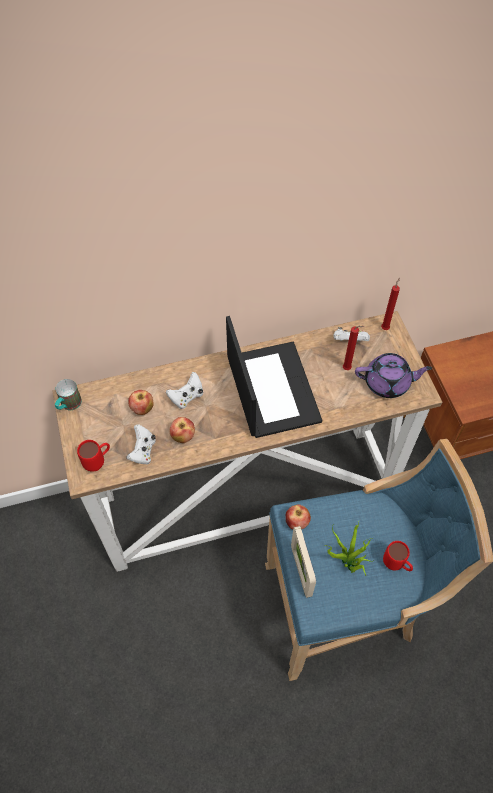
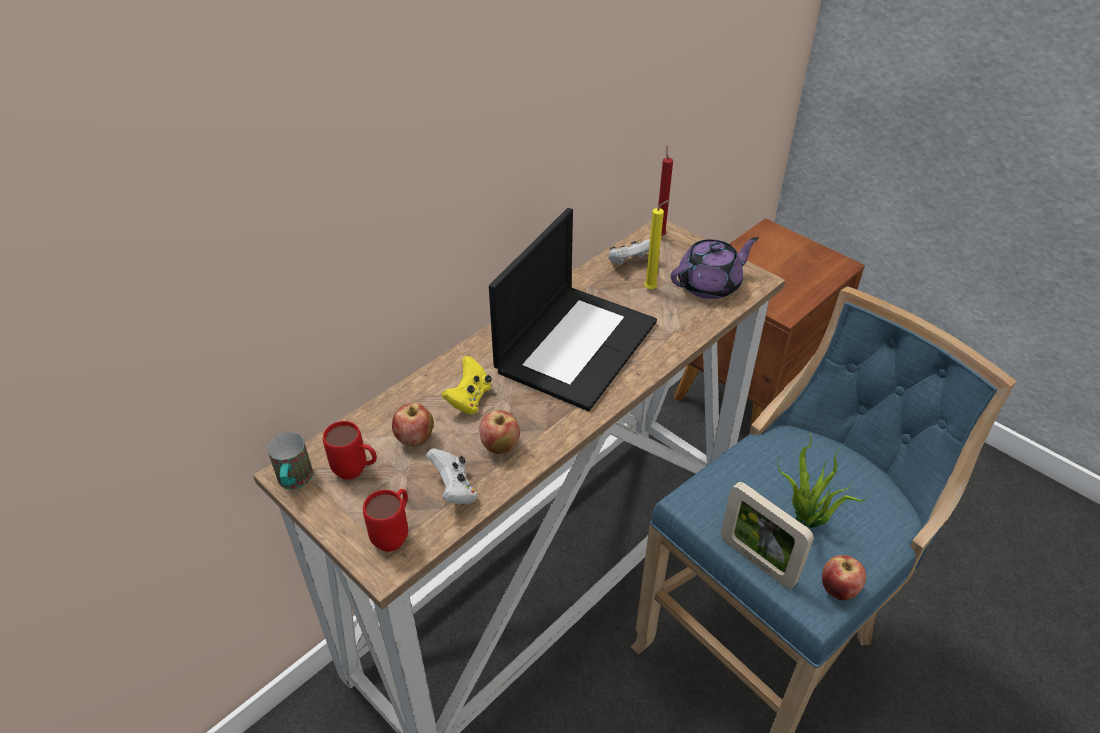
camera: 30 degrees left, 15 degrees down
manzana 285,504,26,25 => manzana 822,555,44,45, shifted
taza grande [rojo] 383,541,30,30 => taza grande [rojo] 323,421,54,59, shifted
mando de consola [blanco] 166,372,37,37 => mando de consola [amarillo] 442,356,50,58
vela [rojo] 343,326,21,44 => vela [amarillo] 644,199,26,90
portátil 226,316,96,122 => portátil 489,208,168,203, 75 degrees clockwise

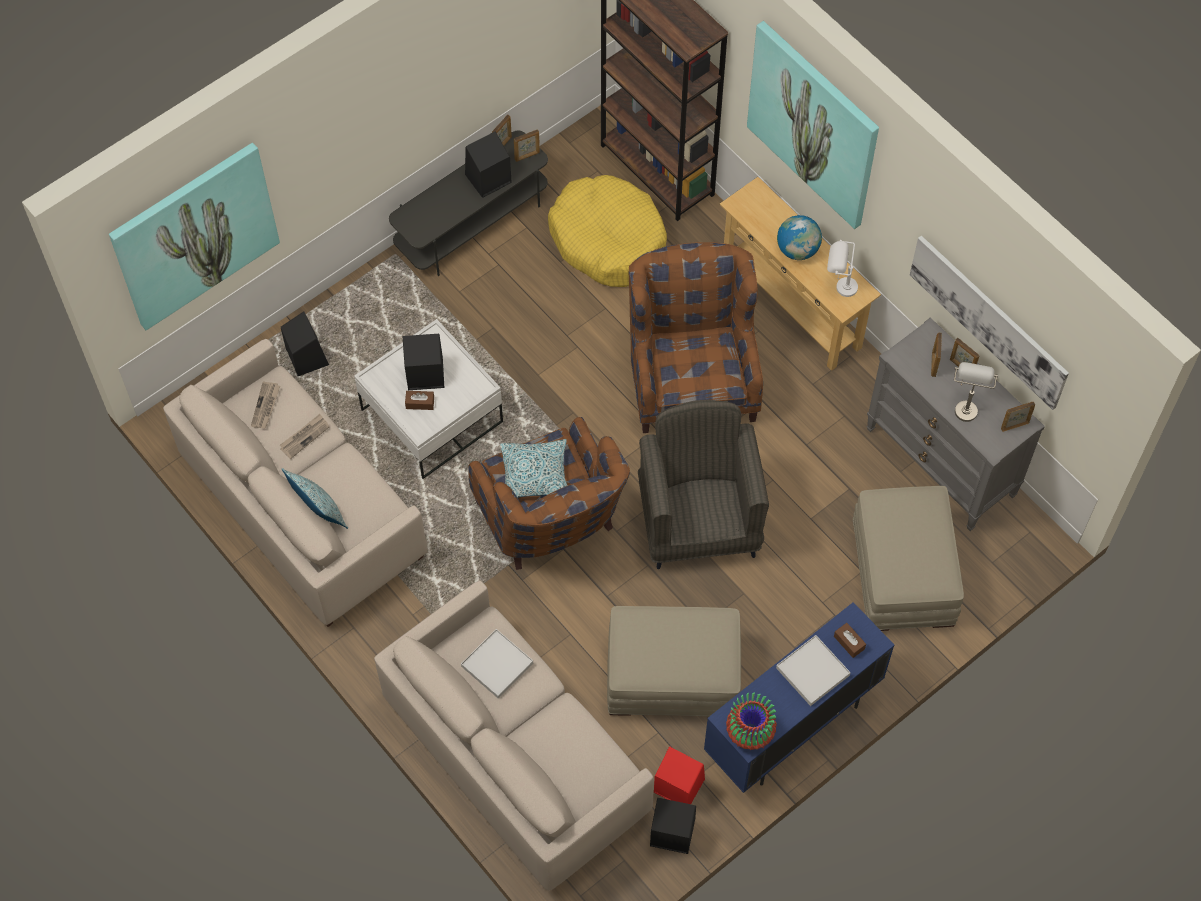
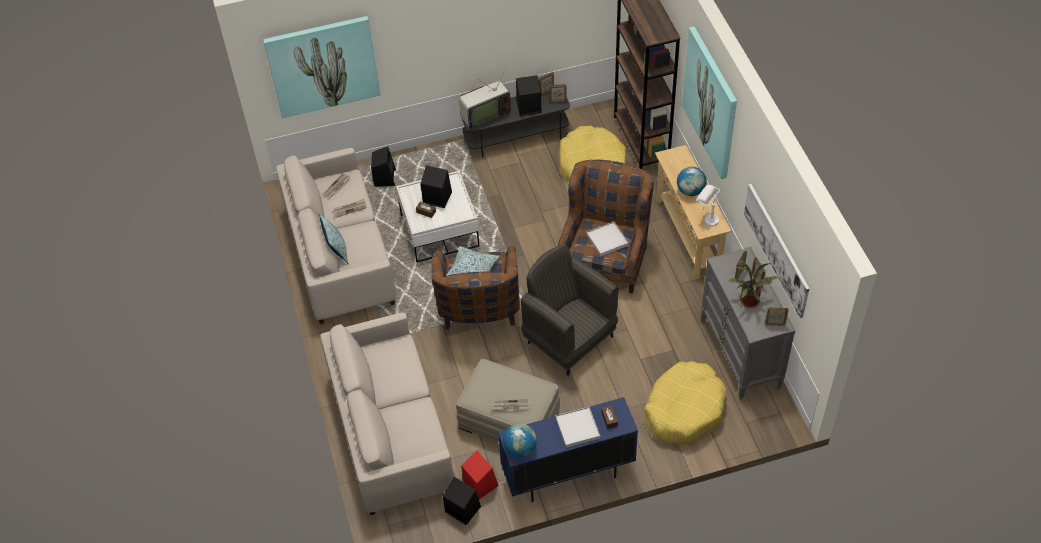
camera: 25 degrees right, 10 degrees down
nothing => televisor 459,68,52,61
nothing => periódico 493,399,38,12
bandeja [blanco] 461,629,72,70 => bandeja [blanco] 587,221,42,35, shifted
florero 726,692,51,58 => globo terráqueo 503,423,34,35
puf [beis] 853,486,111,145 => cama para perro [amarillo] 643,361,84,84
lámpara de mesa [gris] 954,362,44,60 => planta en maceta 728,260,54,48
sillón [gris] 638,400,131,169 => sillón [gris] 521,245,98,131, 60 degrees counterclockwise

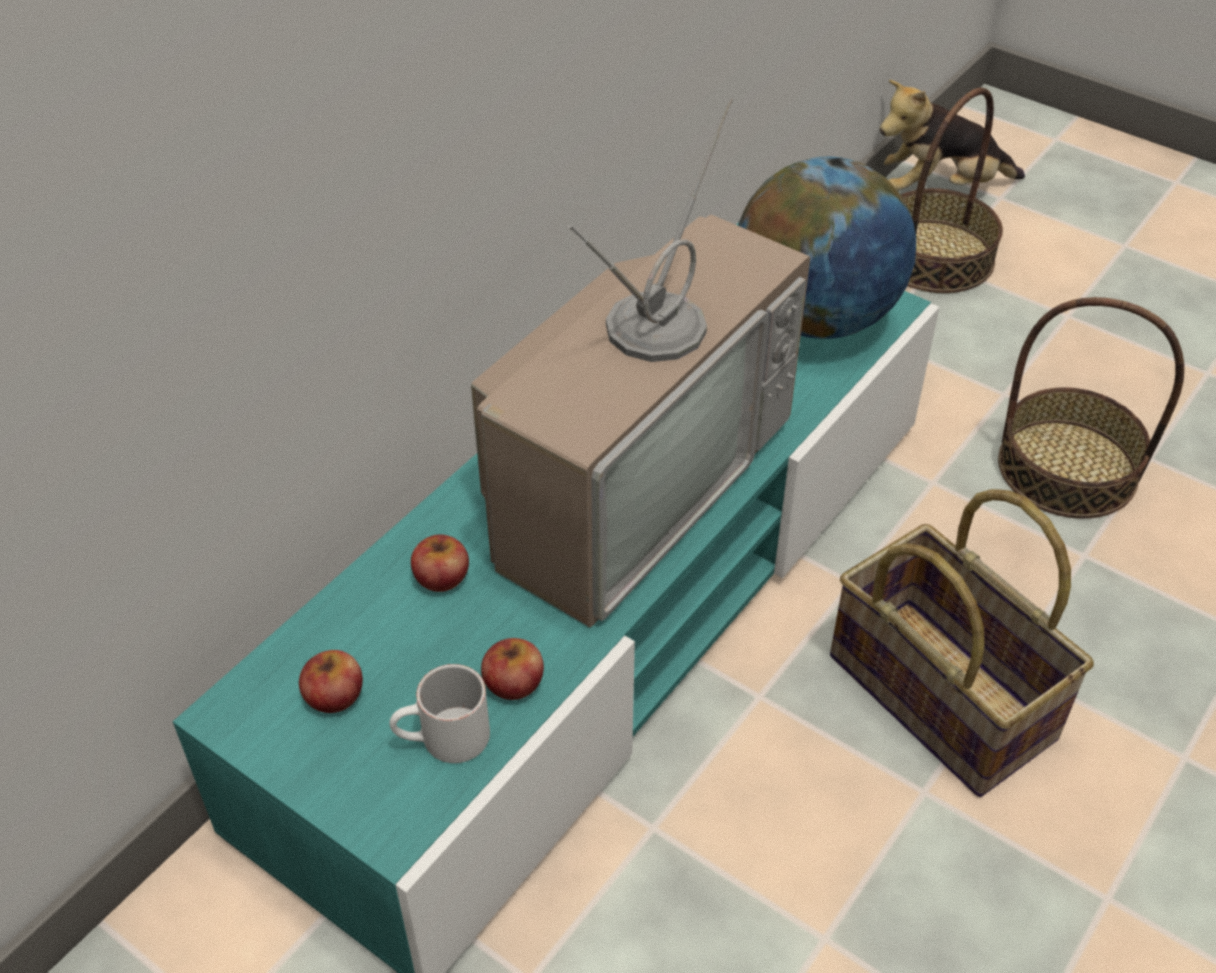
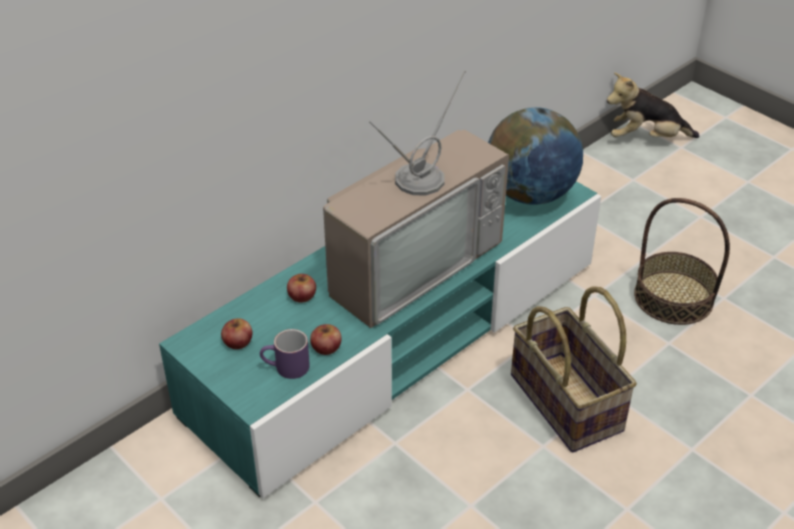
camera: 10 degrees right, 5 degrees down
cesta 901,88,102,205 => nothing
taza grande [blanco] 389,664,101,99 => taza grande [morado] 260,329,50,50

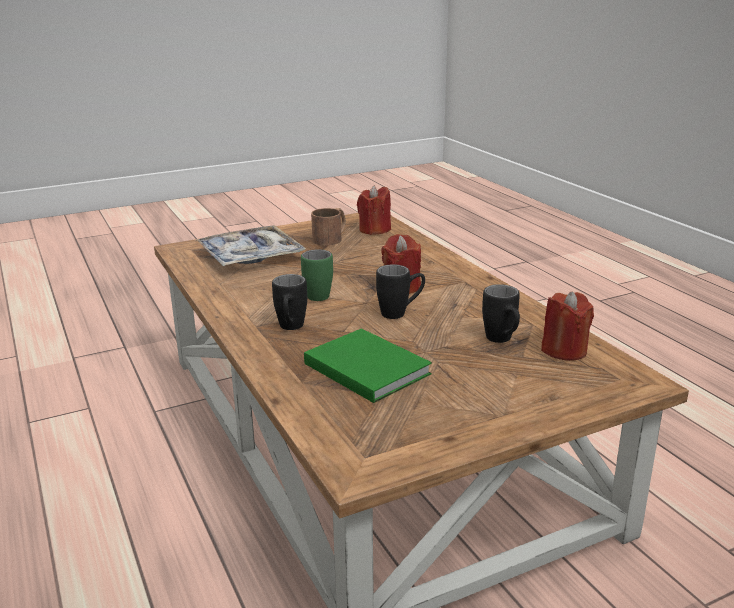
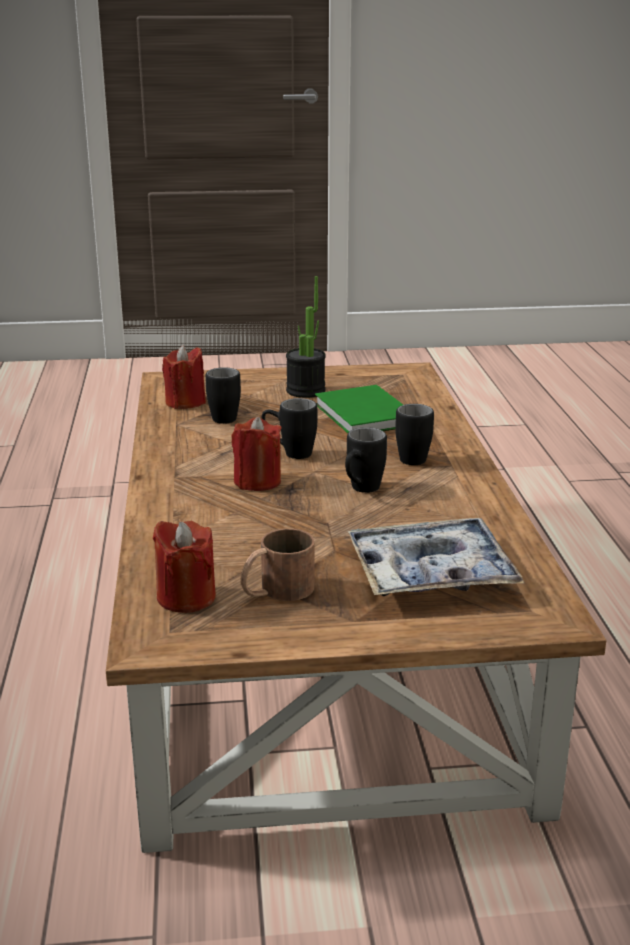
camera: 160 degrees left, 0 degrees up
nothing => planta en maceta 286,276,40,122
taza grande [verde] 301,249,32,52 => taza grande [negro] 345,427,42,66

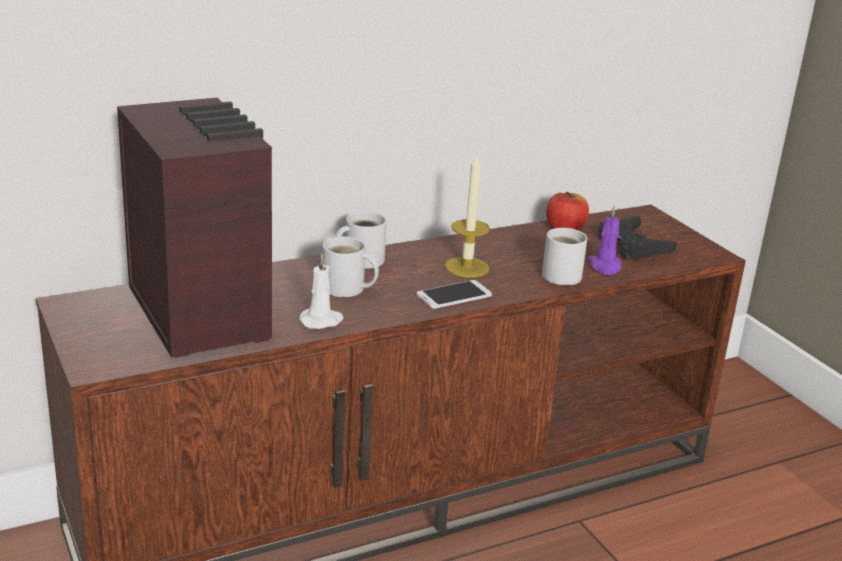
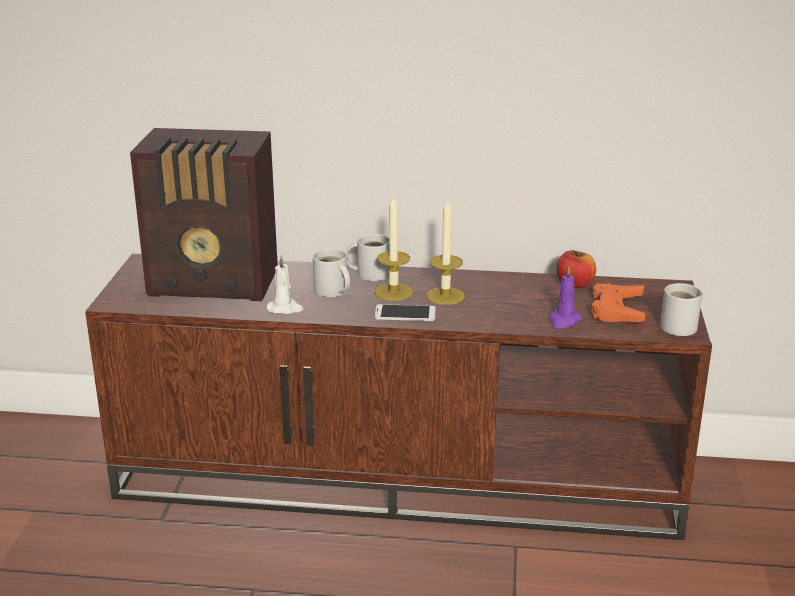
camera: 35 degrees right, 0 degrees up
nothing => vela 374,195,39,106
taza grande [blanco] 542,228,45,57 => taza grande [blanco] 660,283,42,53, shifted
mando de consola [negro] 598,216,79,43 => mando de consola [naranja] 591,283,55,39
radio 117,98,155,260 => radio 130,128,148,173, 90 degrees clockwise

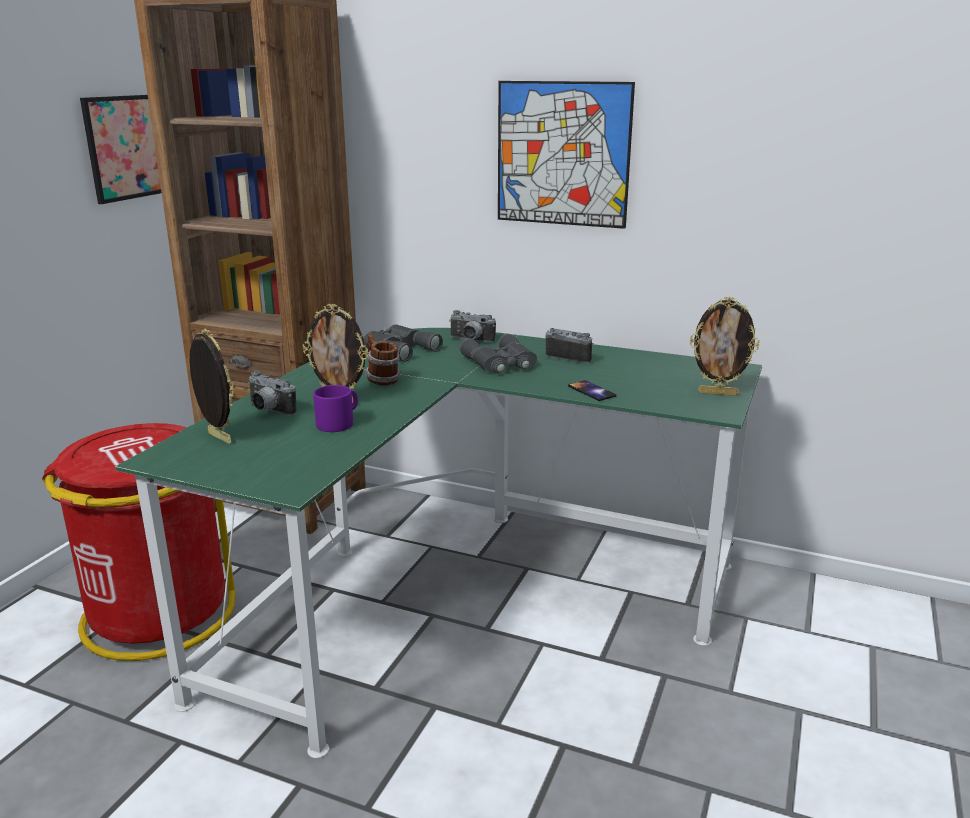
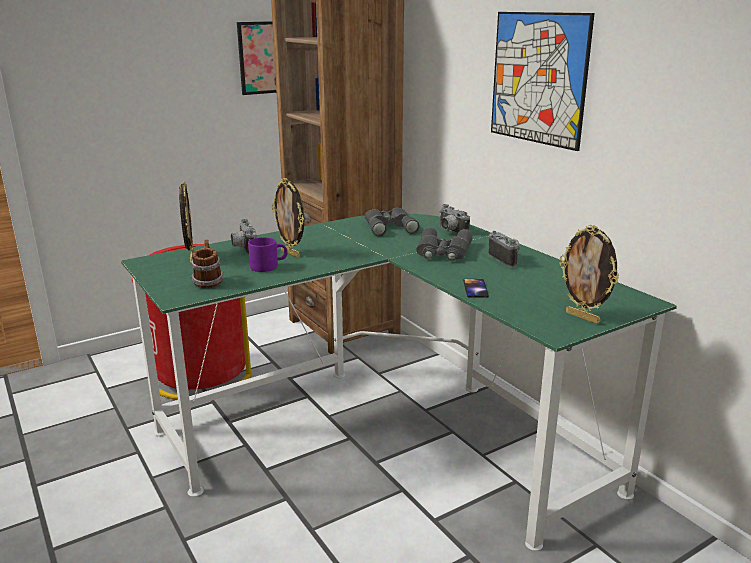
camera: 35 degrees right, 0 degrees up
taza grande 365,333,35,52 => taza grande 190,240,34,48, shifted

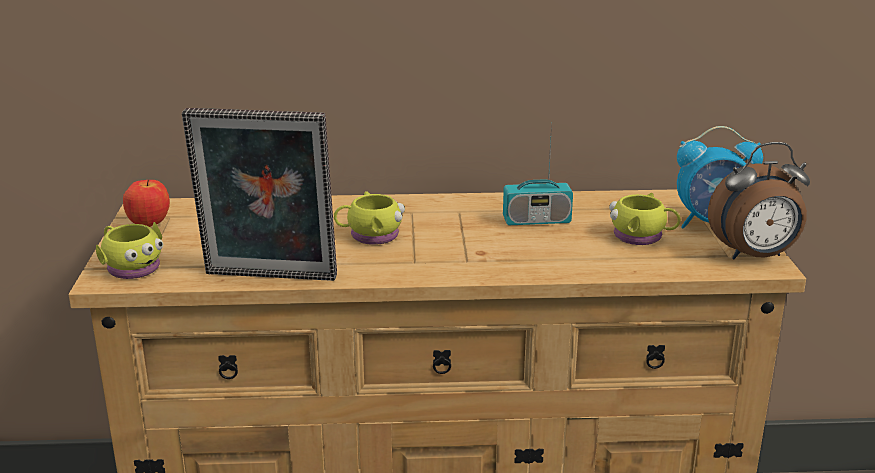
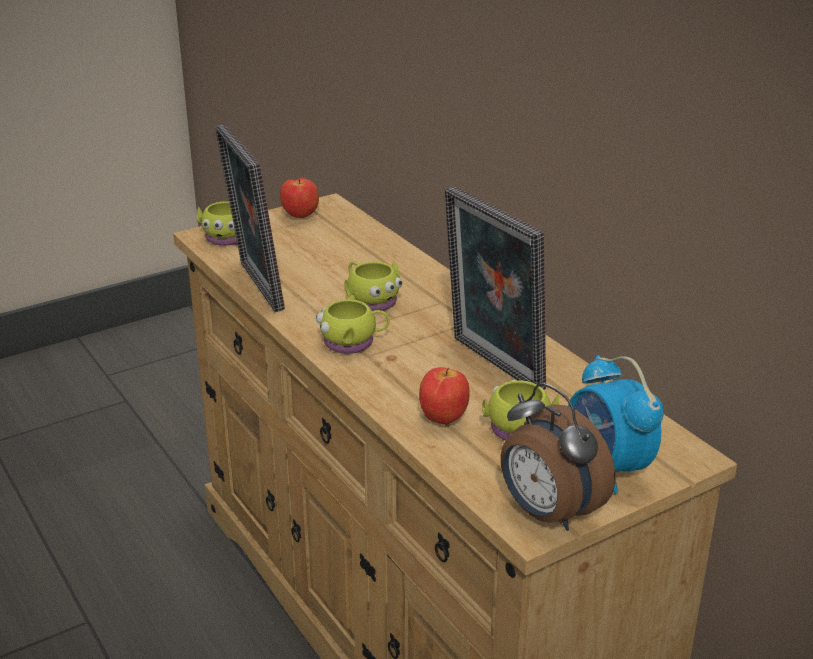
camera: 60 degrees right, 5 degrees up
nothing => taza grande [amarillo] 316,295,74,59
nothing => manzana 419,367,50,58
radio 503,123,70,102 => portarretratos 445,186,101,204

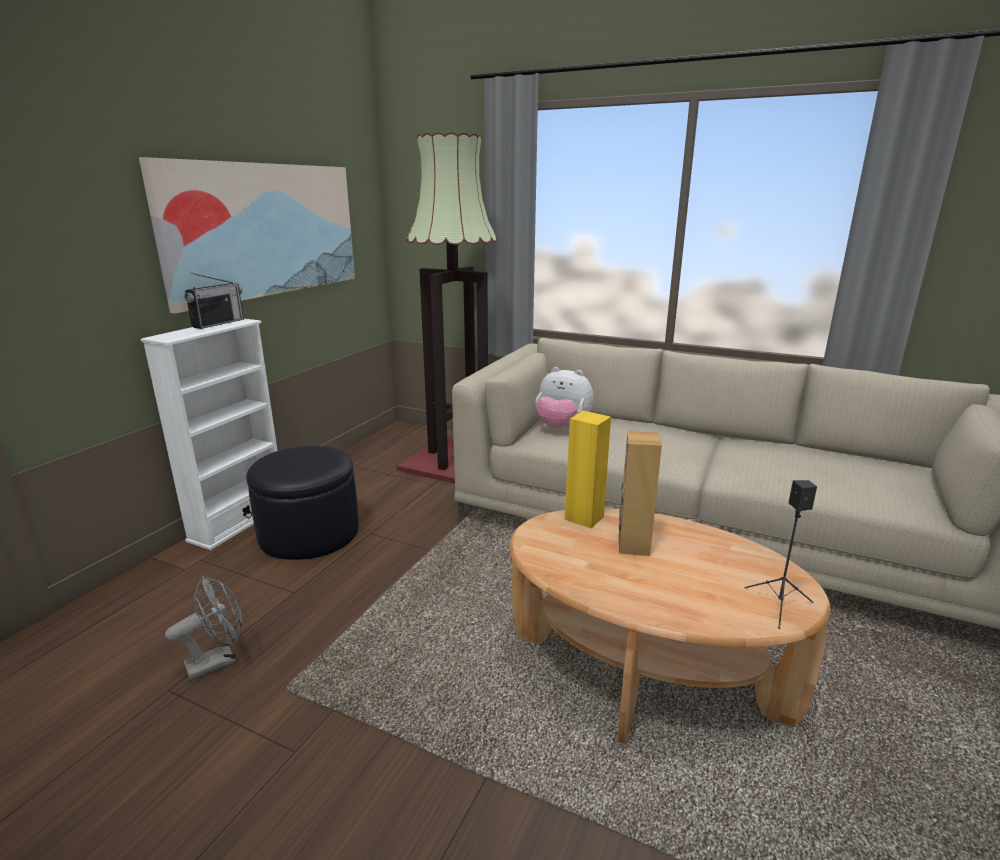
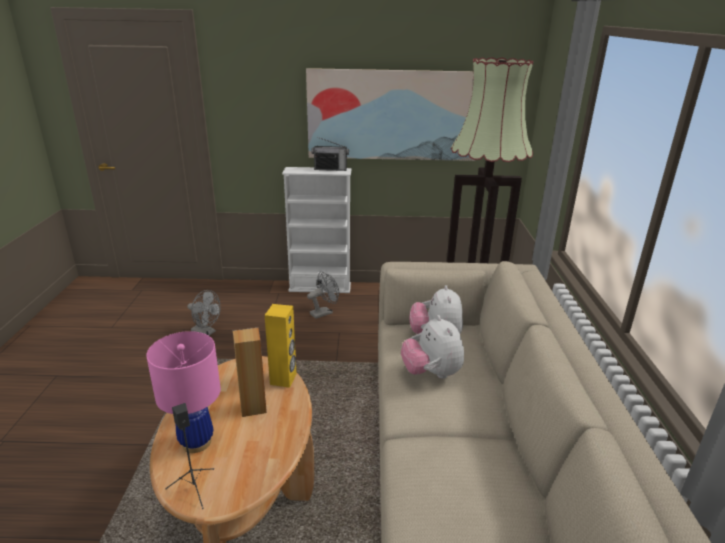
camera: 65 degrees right, 5 degrees up
nothing => lámpara de mesa [rosa] 146,331,75,122
nothing => peluche 401,315,63,64
puf [negro] 246,445,113,115 => ventilador [gris] 307,272,32,47

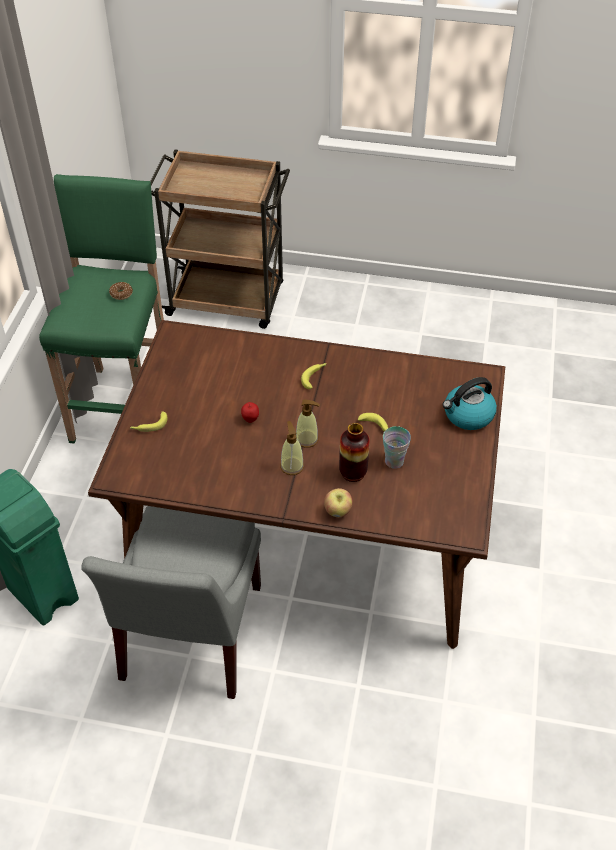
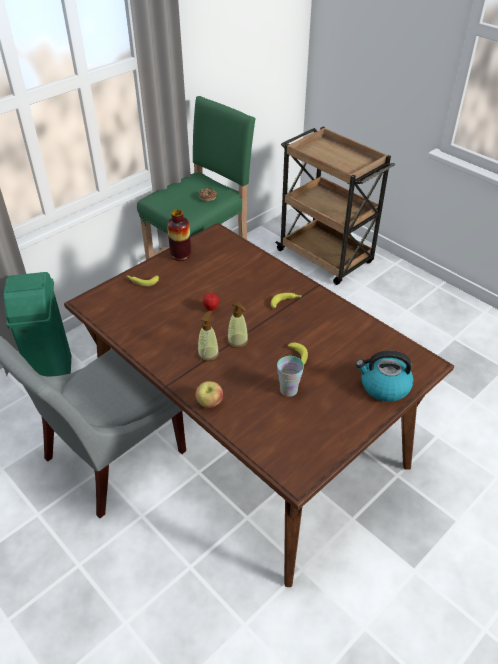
camera: 35 degrees right, 5 degrees down
florero 339,423,30,59 => florero 167,210,24,51, shifted

